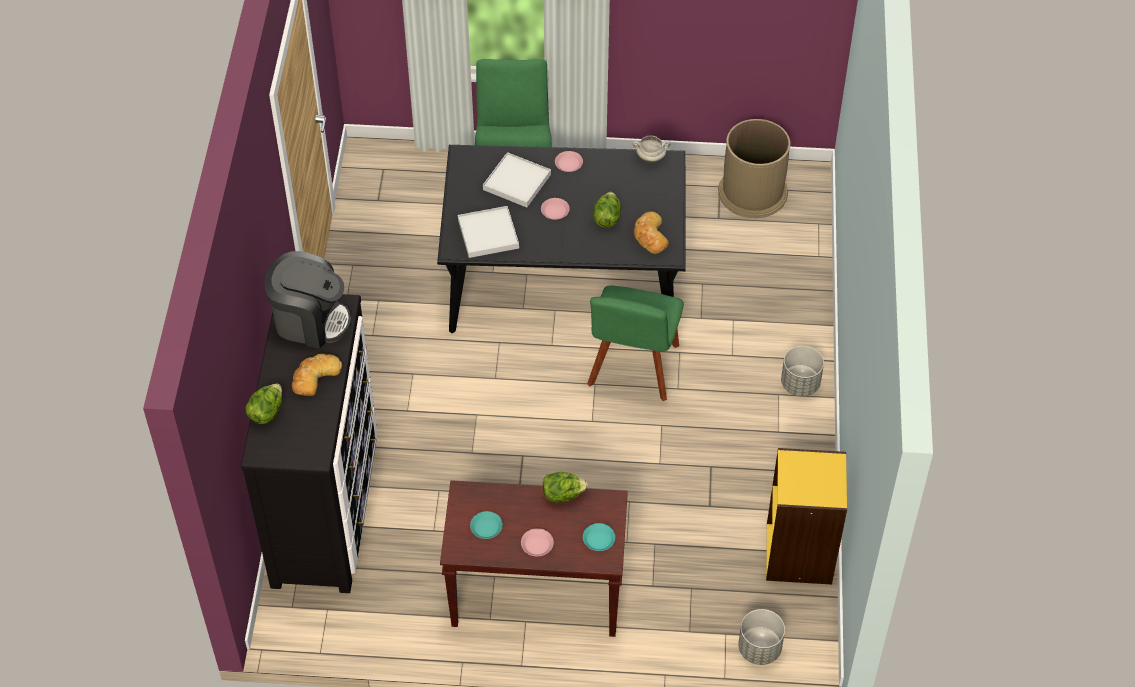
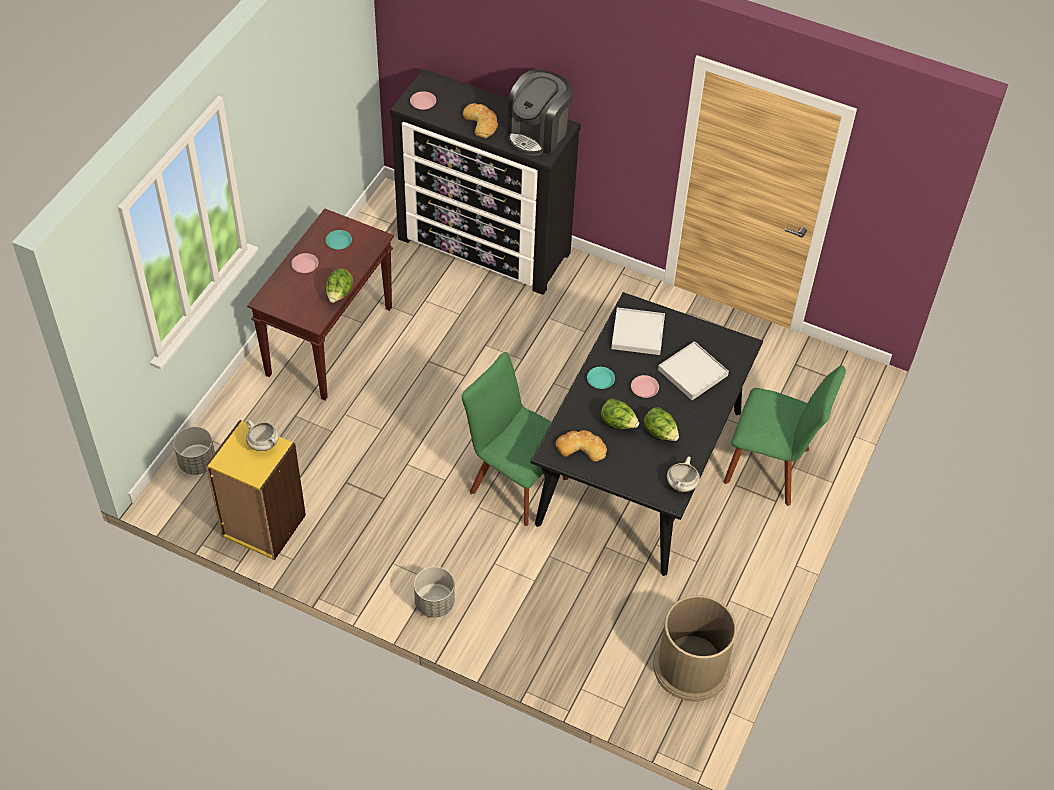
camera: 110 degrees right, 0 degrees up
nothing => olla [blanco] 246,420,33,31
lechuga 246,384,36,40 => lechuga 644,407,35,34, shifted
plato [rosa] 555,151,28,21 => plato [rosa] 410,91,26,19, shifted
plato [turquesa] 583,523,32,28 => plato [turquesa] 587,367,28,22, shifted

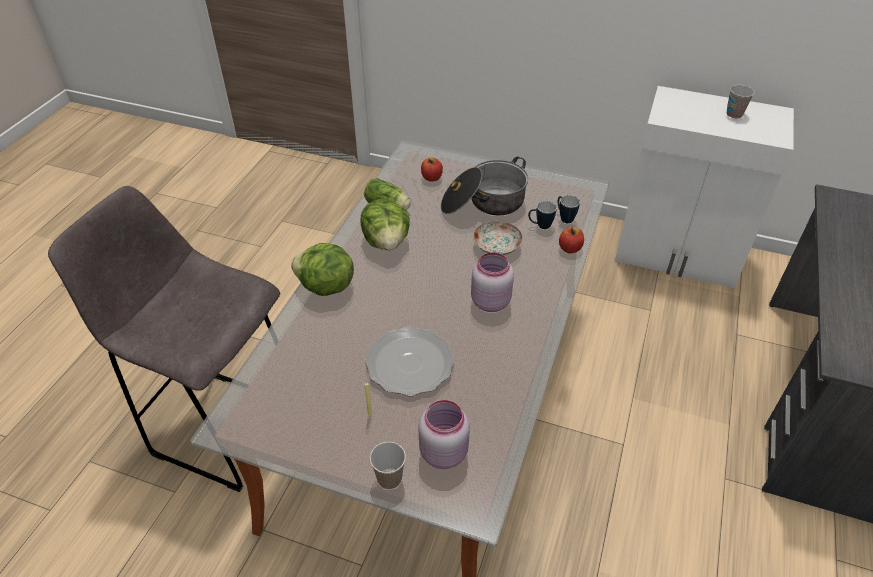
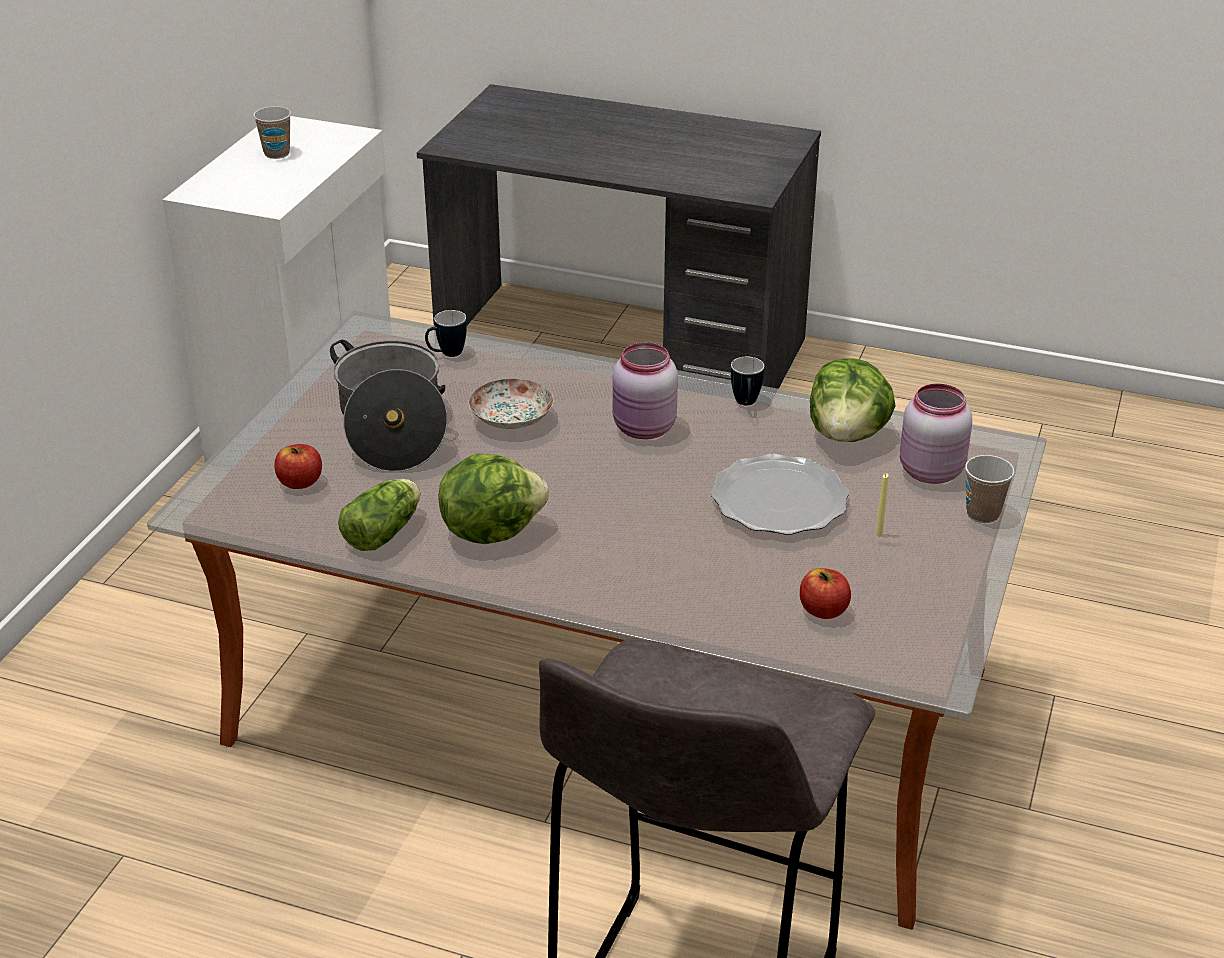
camera: 90 degrees left, 10 degrees down
lechuga 291,243,63,53 => lechuga 810,358,86,84, shifted
taza grande 528,201,29,28 => taza grande 731,357,33,49, shifted
manzana 559,227,25,26 => manzana 800,568,51,51, shifted

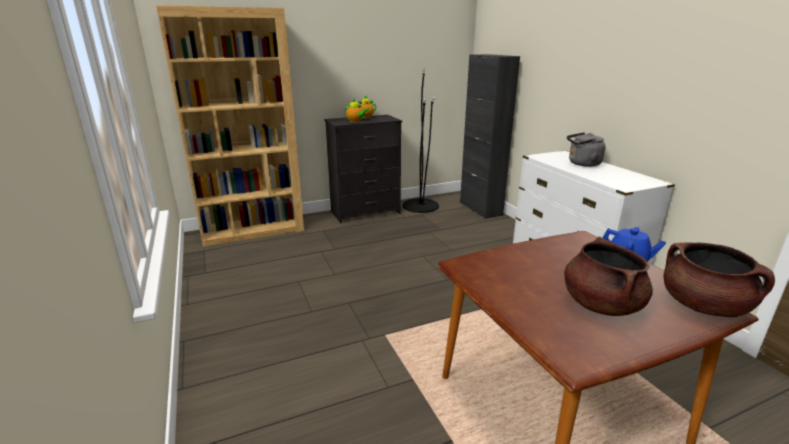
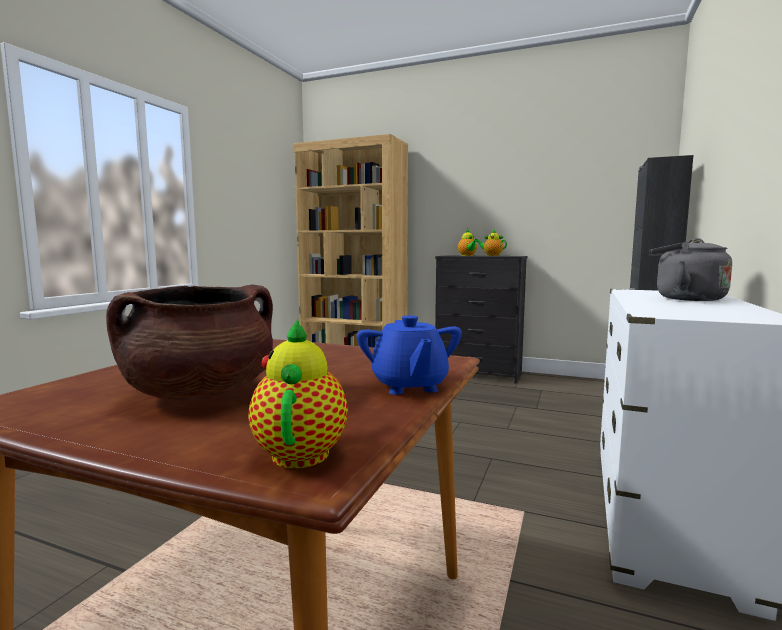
camera: 45 degrees right, 15 degrees down
lámpara de pie [negro] 403,68,36,145 => nothing
olla [marrón] 663,242,112,75 => tetera 248,319,100,150

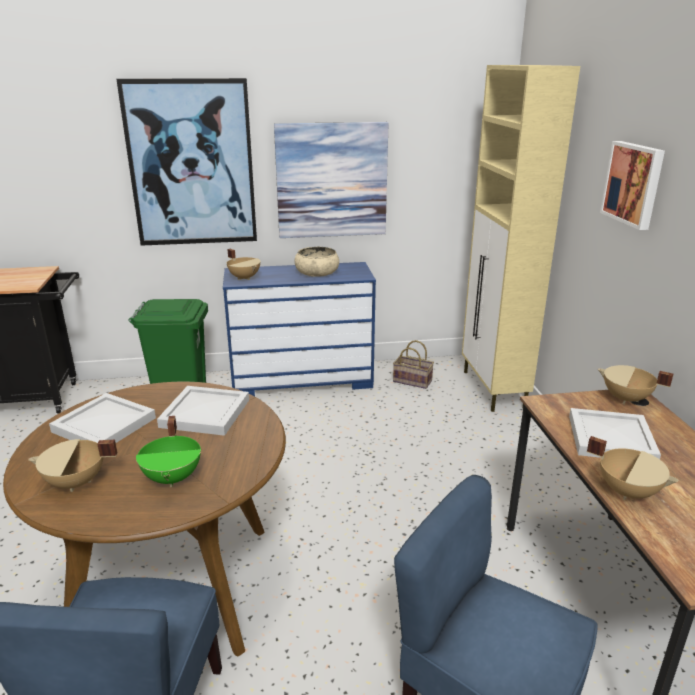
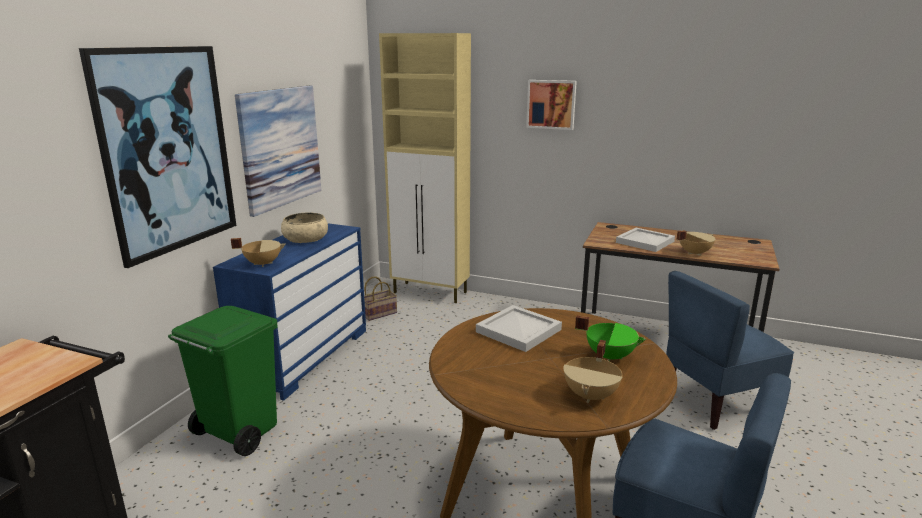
camera: 60 degrees left, 5 degrees down
bandeja [blanco] 49,393,107,50 => nothing
olla [beis] 598,365,75,39 => nothing

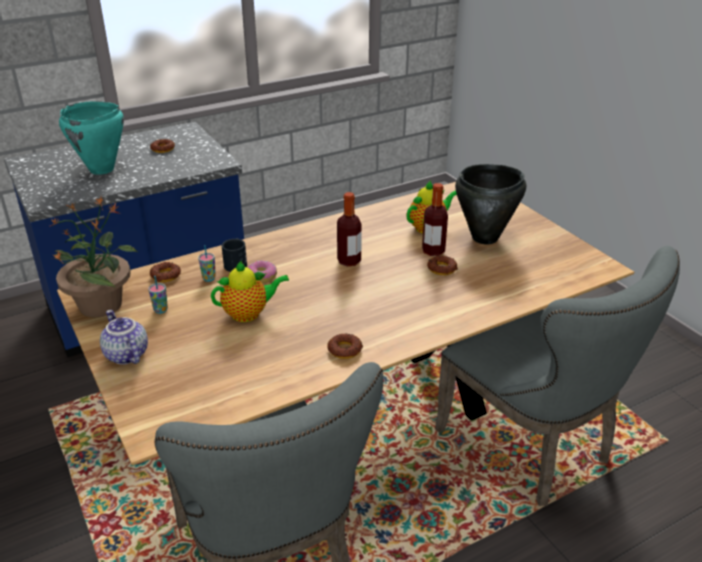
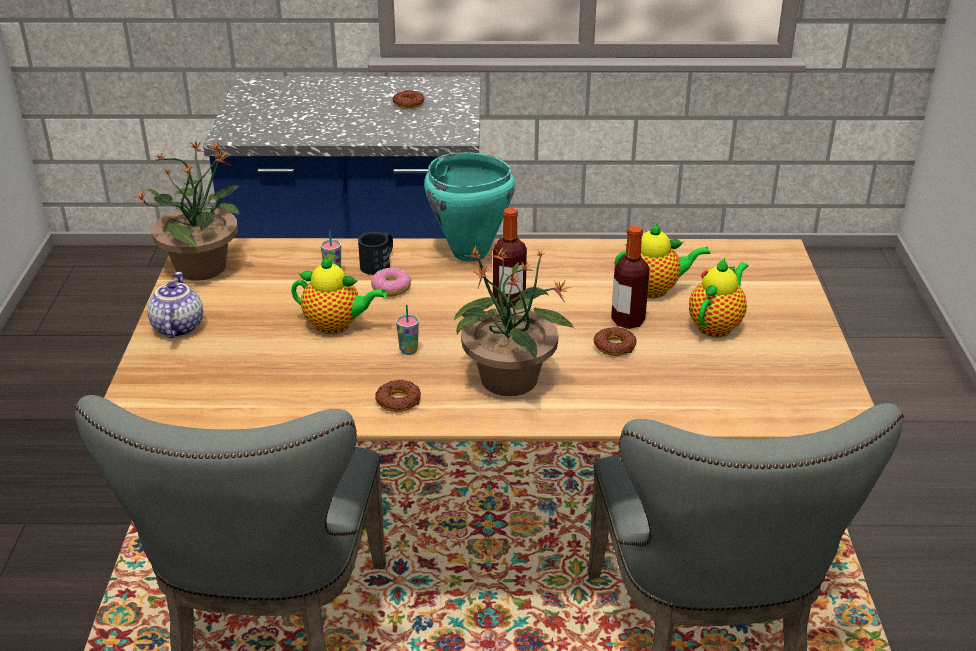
camera: 30 degrees right, 0 degrees up
rosquilla 150,262,31,20 => nothing
nothing => planta en maceta 454,246,120,150
olla [turquesa] 59,101,65,74 => olla [turquesa] 424,152,91,110, shifted
taza 148,276,20,38 => taza 396,305,23,50, shifted
olla [negro] 455,164,71,80 => tetera 689,258,60,79

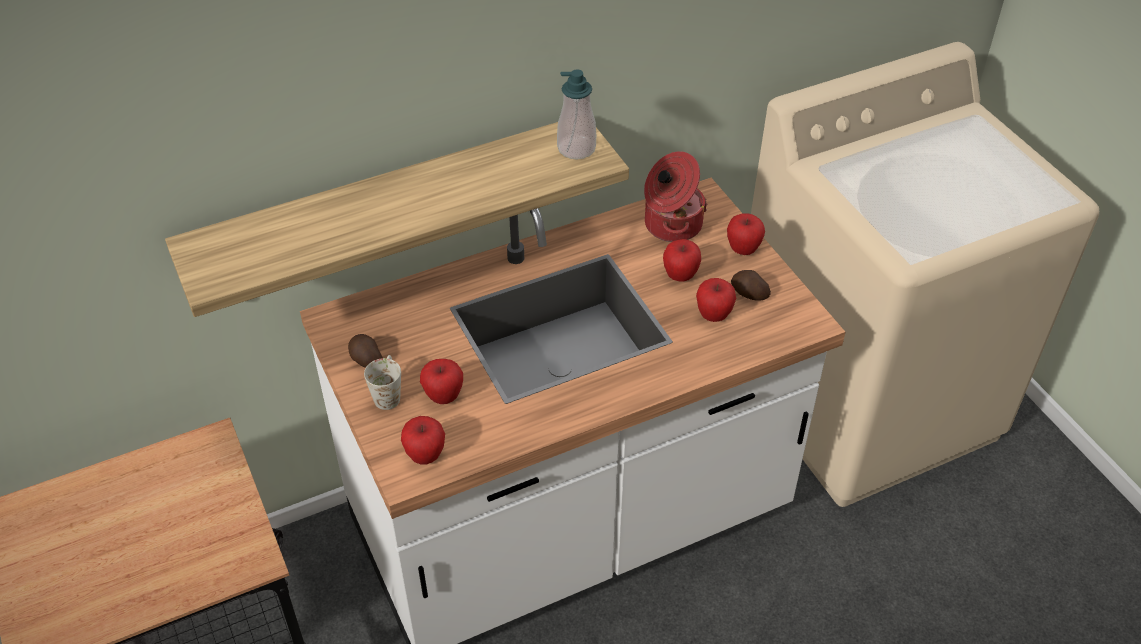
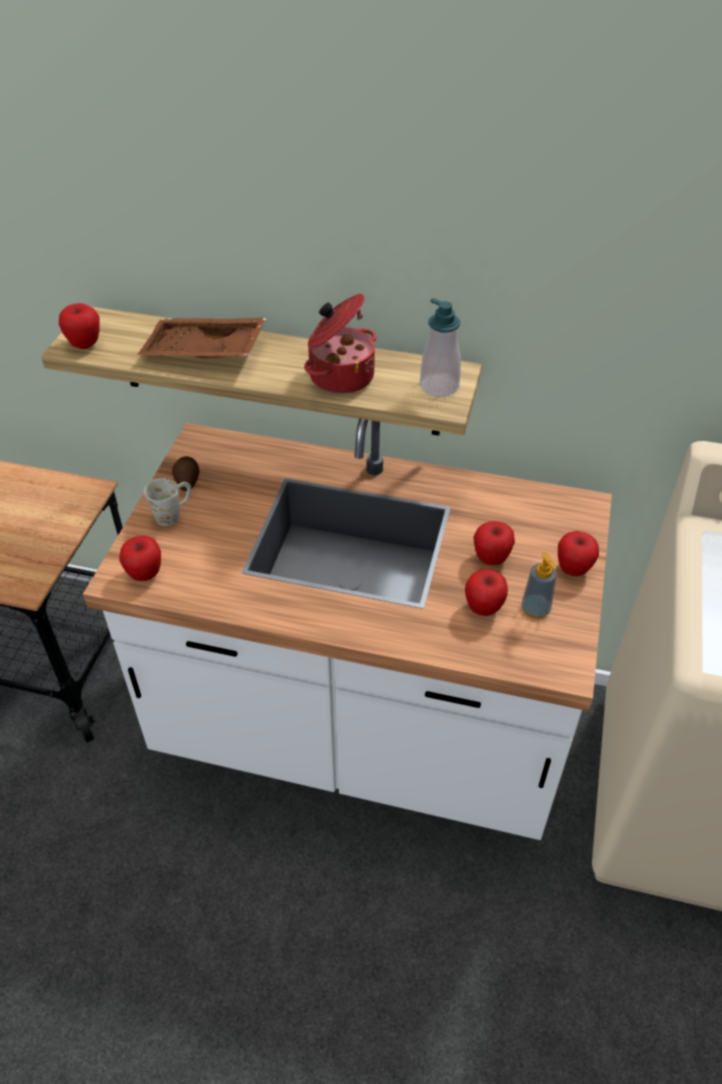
camera: 40 degrees right, 0 degrees up
nothing => bandeja [marrón] 137,318,129,41
manzana 420,359,43,45 => manzana 59,303,41,46, shifted
olla 644,151,63,91 => olla 304,294,72,100, shifted
patata 731,270,40,31 => dispensador de jabón 521,552,36,67

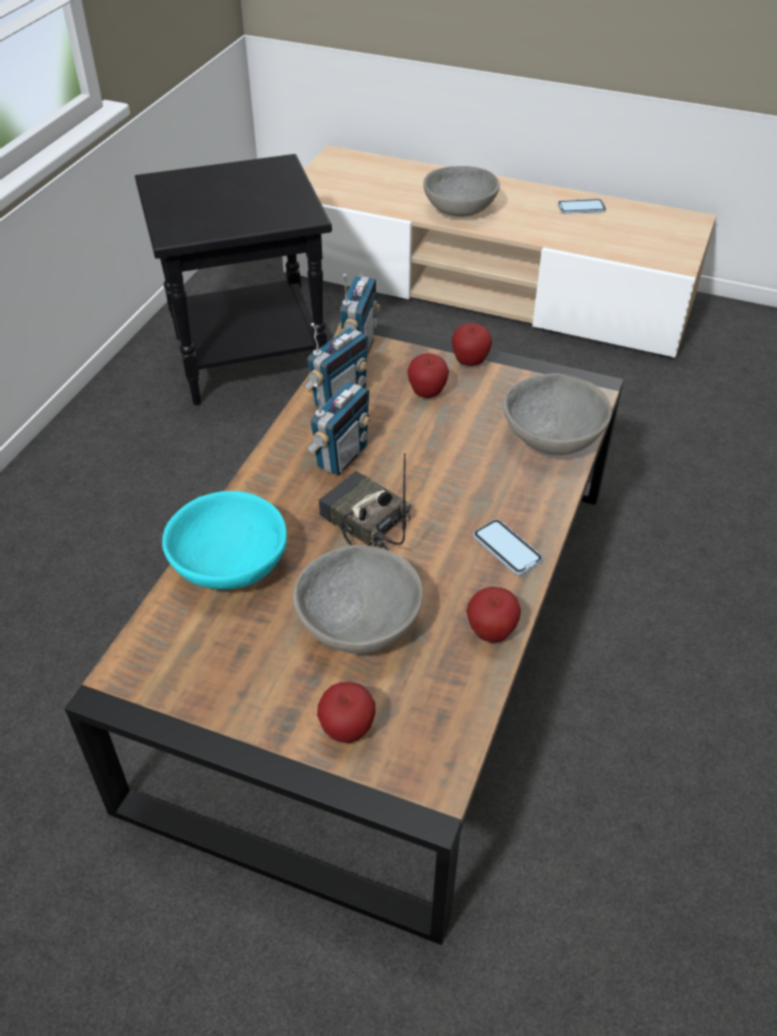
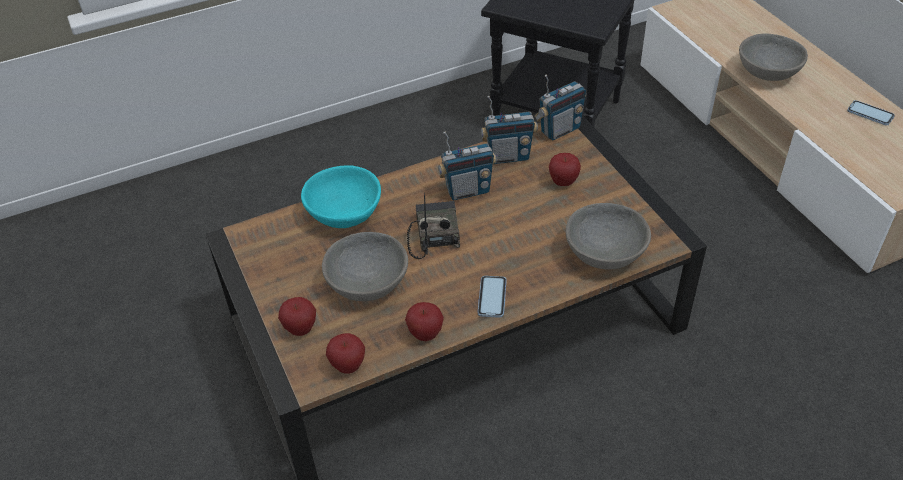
camera: 45 degrees right, 0 degrees up
manzana 452,323,40,43 => manzana 326,333,39,41, shifted

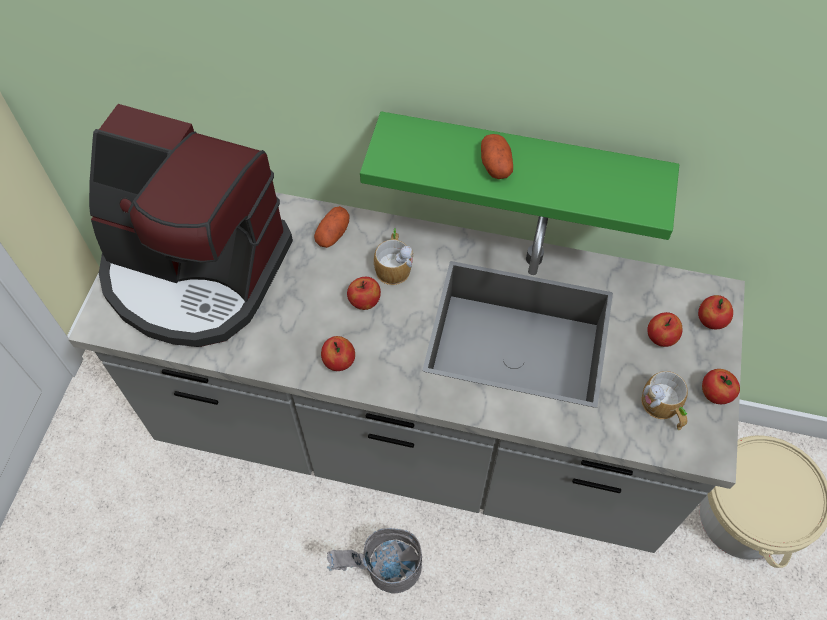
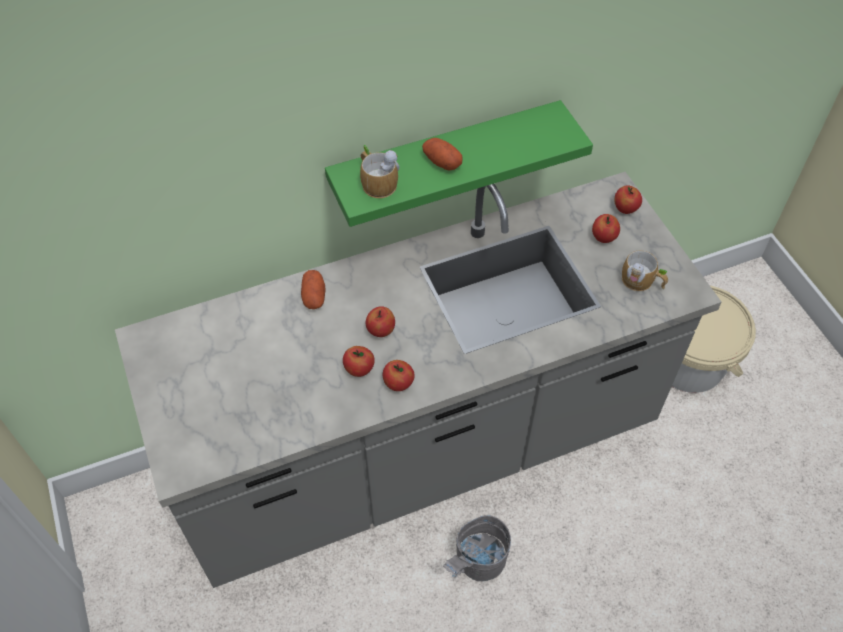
camera: 35 degrees left, 5 degrees down
cafetera 89,104,204,243 => nothing
taza grande 374,228,40,57 => taza grande 360,145,39,53, shifted
manzana 702,369,38,35 => manzana 343,346,32,31, shifted

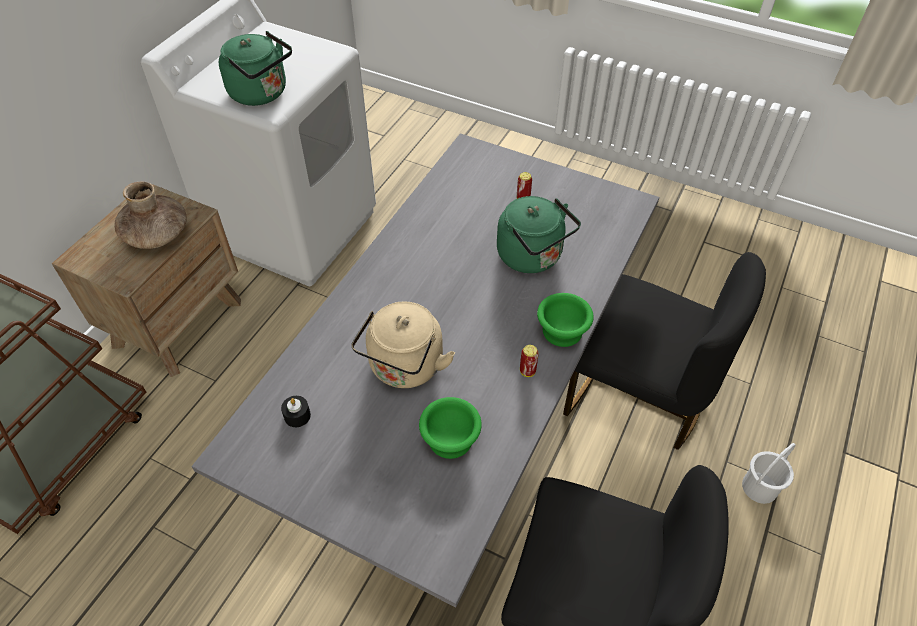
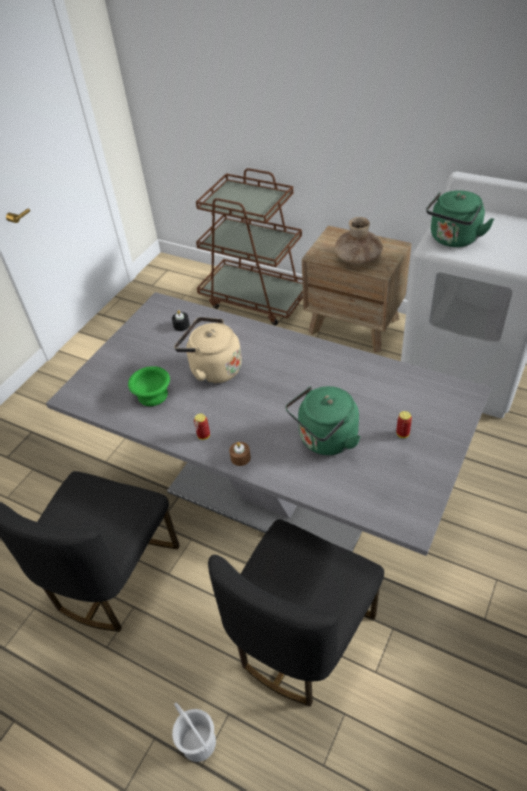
camera: 95 degrees right, 5 degrees down
cuenco [verde] 537,293,57,54 => vela [marrón] 229,442,22,24

